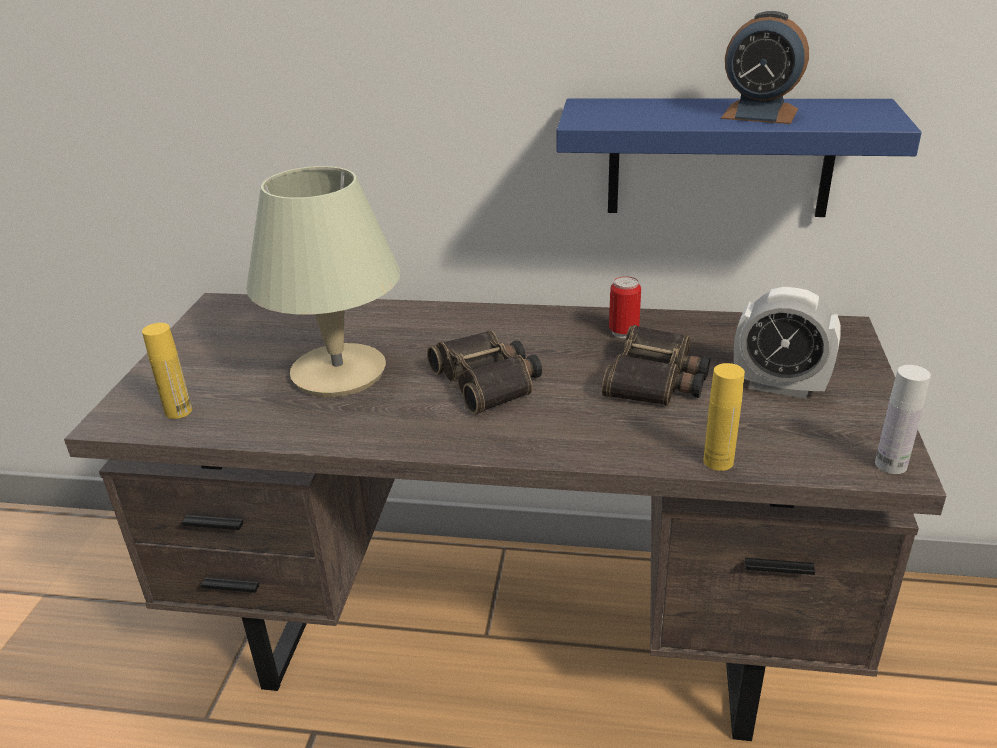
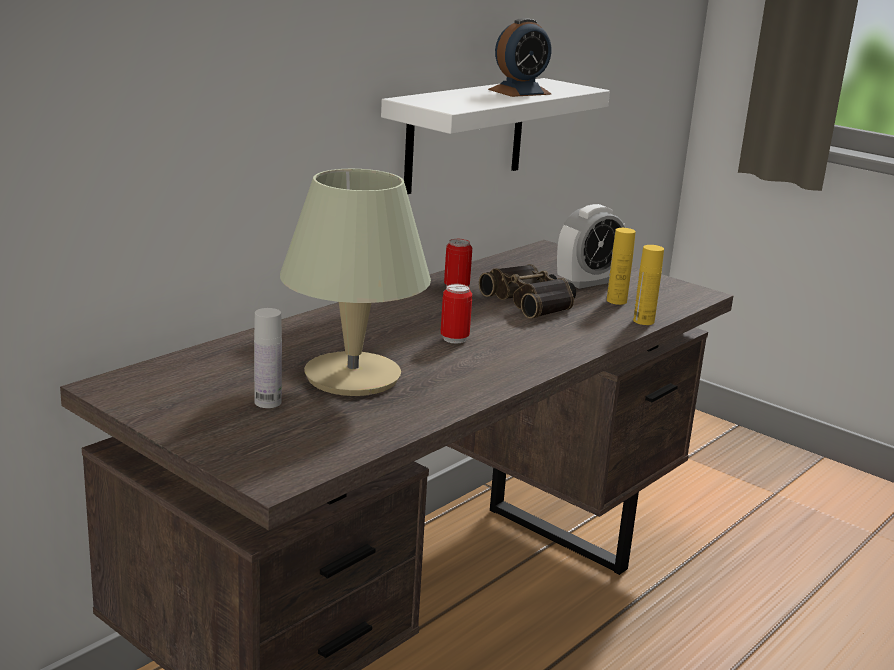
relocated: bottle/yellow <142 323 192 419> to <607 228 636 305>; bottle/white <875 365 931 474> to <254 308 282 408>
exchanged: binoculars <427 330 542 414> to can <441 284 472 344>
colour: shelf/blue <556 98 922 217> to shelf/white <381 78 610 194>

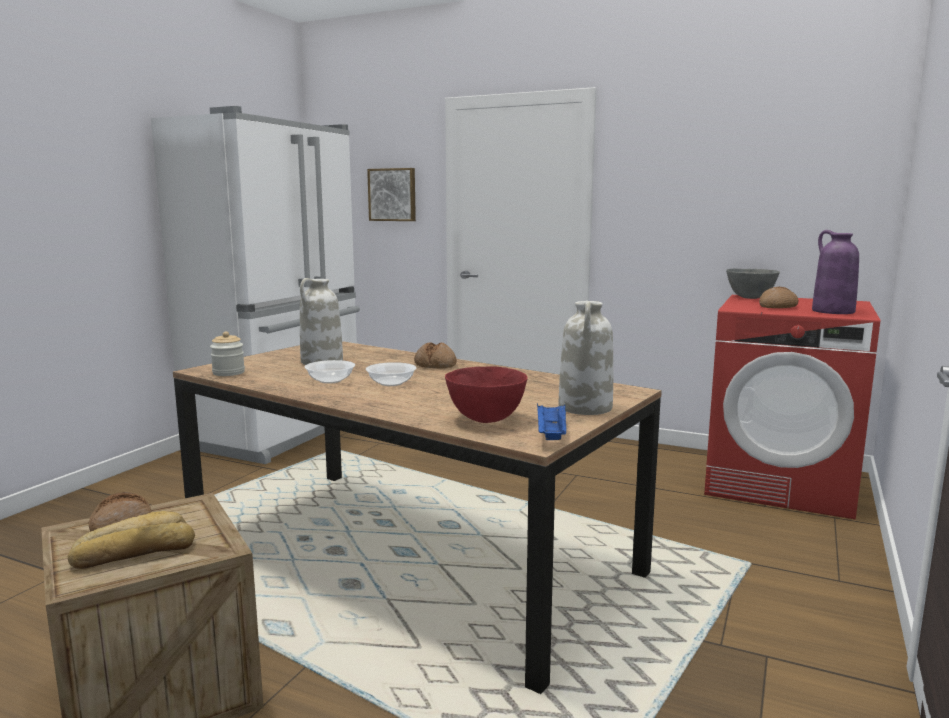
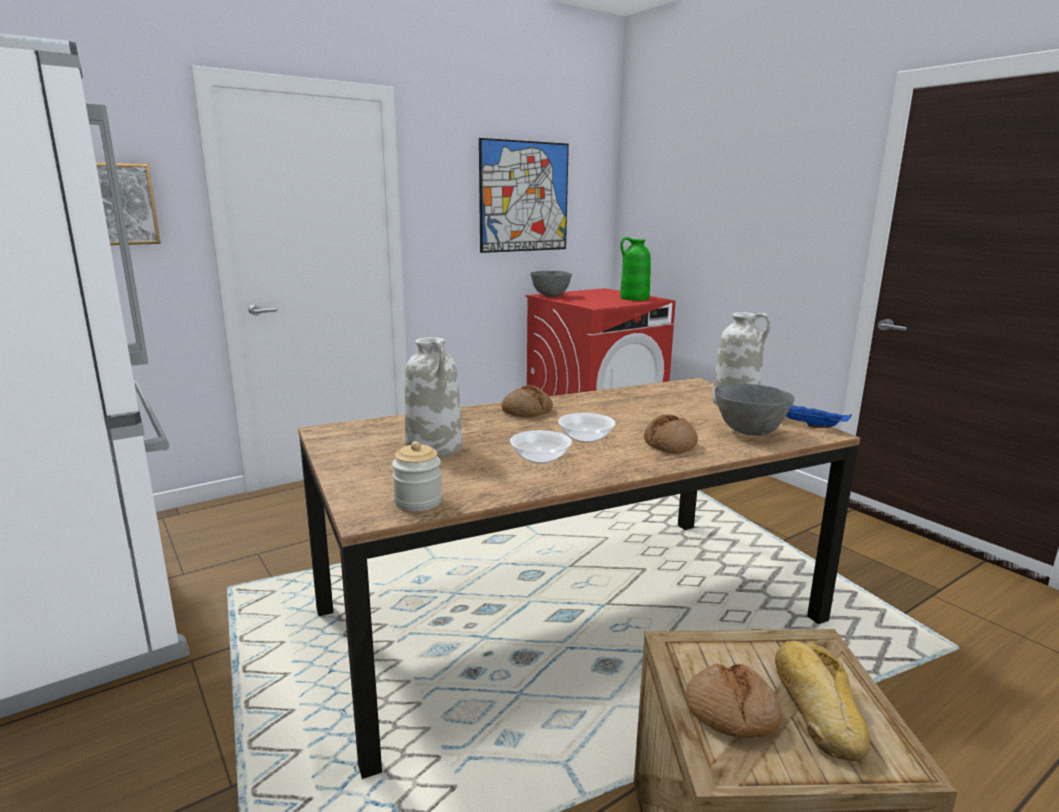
appeared: picture <479 138 569 253>
relocated: bread <759 287 798 308> to <644 414 698 454>
colour: vase/purple <812 230 859 314> to vase/green <620 237 650 301>; bowl/red <445 367 528 423> to bowl/grey <714 383 795 436>

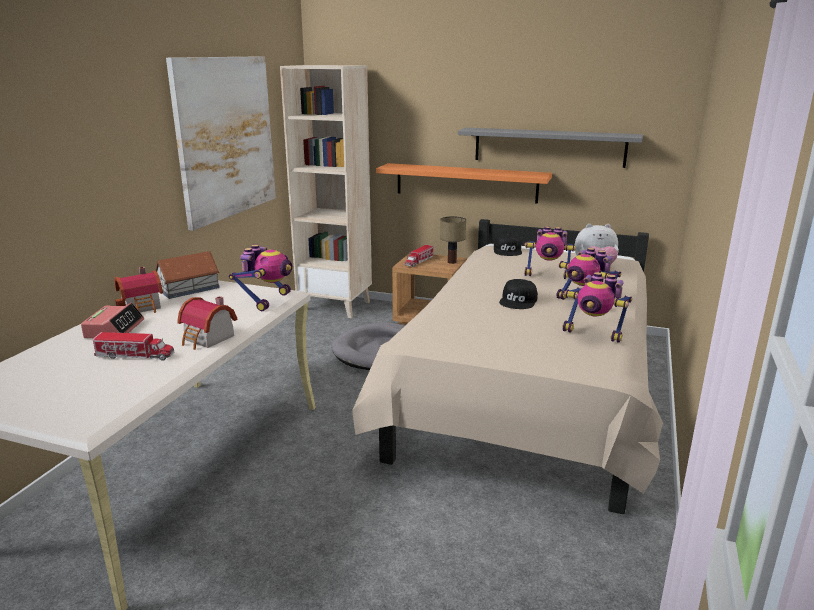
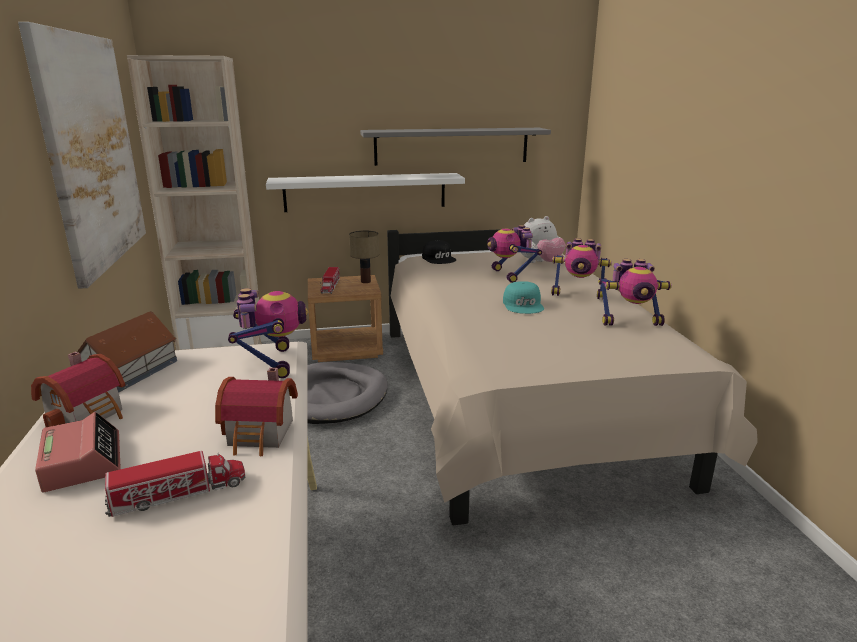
colour: shelf/orange <376 163 552 204> to shelf/white <266 173 465 212>; cap/black <499 279 538 309> to cap/turquoise <503 281 544 314>
spun: toy robot <524 226 576 279> = <487 225 542 283> 90 degrees clockwise

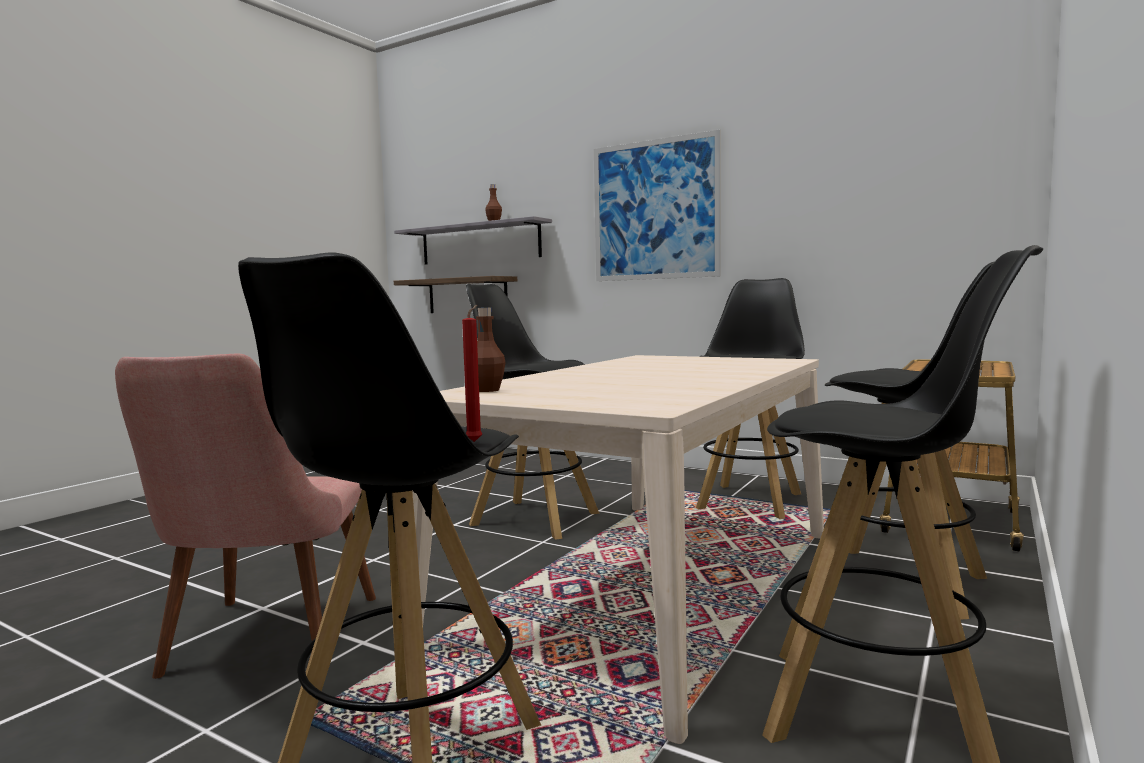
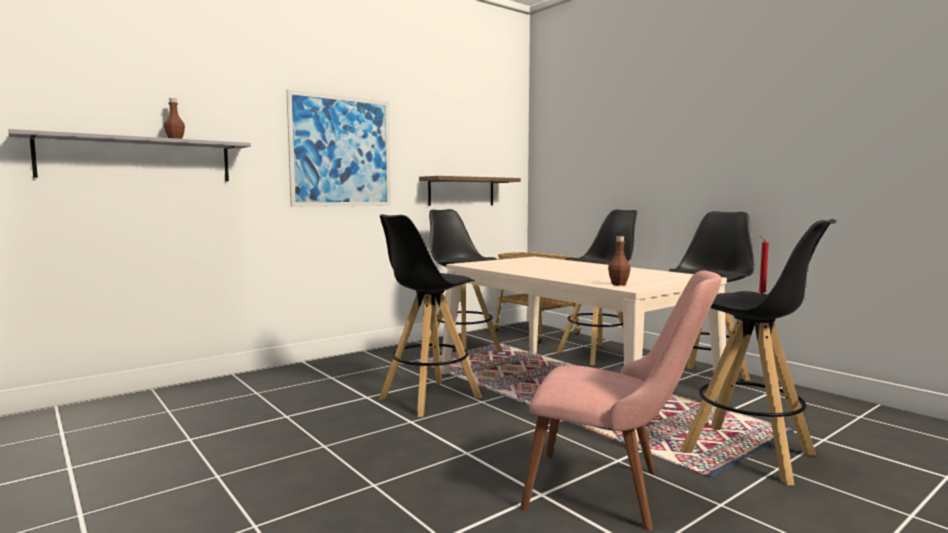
relocated: shelf <394 276 517 313> to <419 176 521 206>

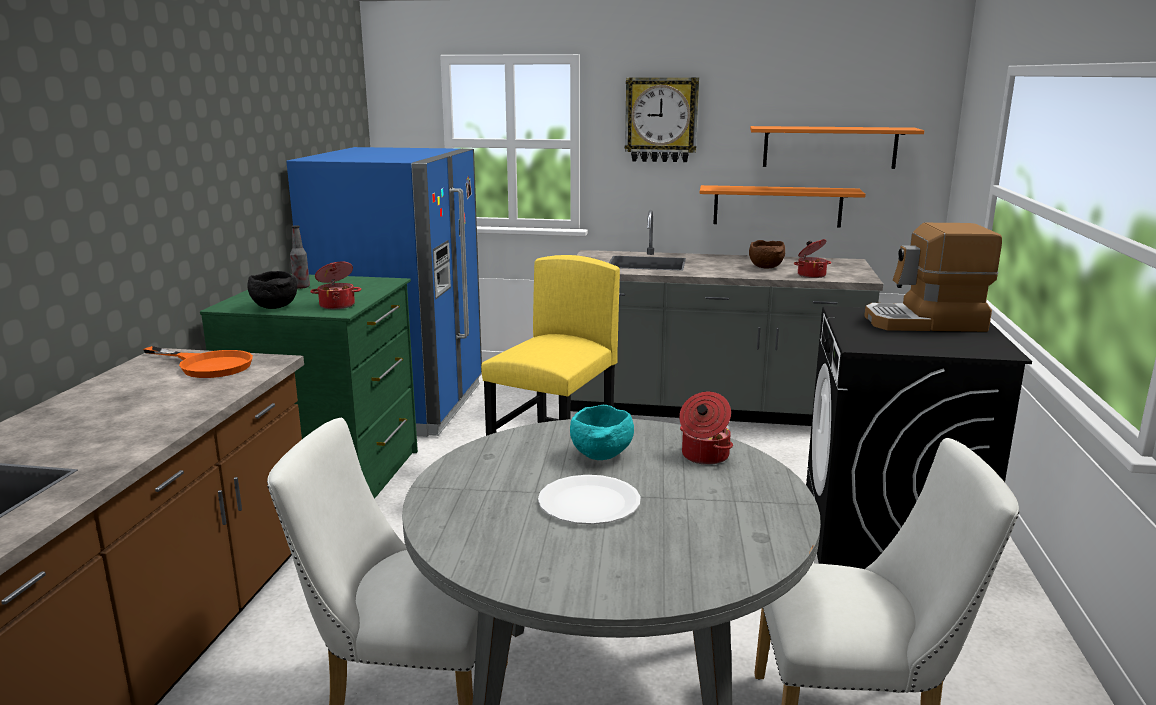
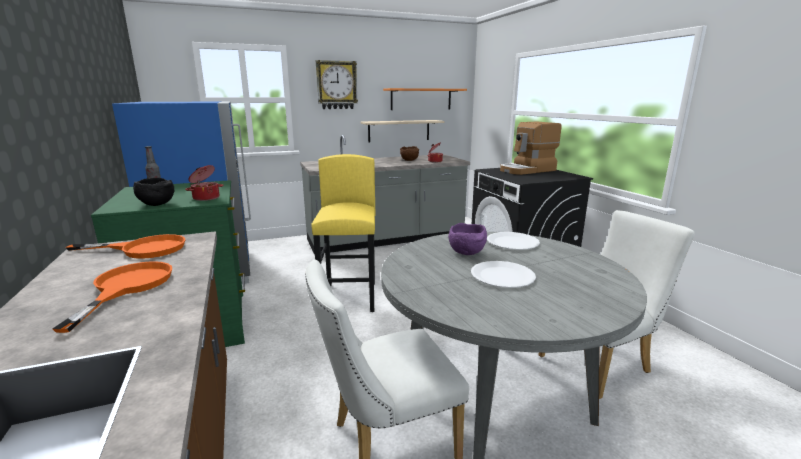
appeared: frying pan/orange <52 261 172 333>
exchanged: cooking pot <679 392 733 465> to plate/white <487 232 540 250>
colour: shelf/orange <700 185 866 228> to shelf/beige <361 120 444 142>; bowl/turquoise <570 405 634 460> to bowl/purple <448 223 487 255>

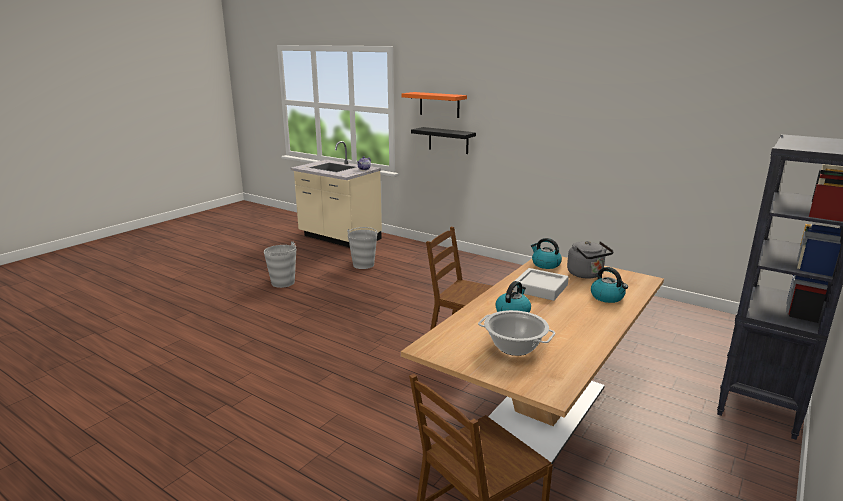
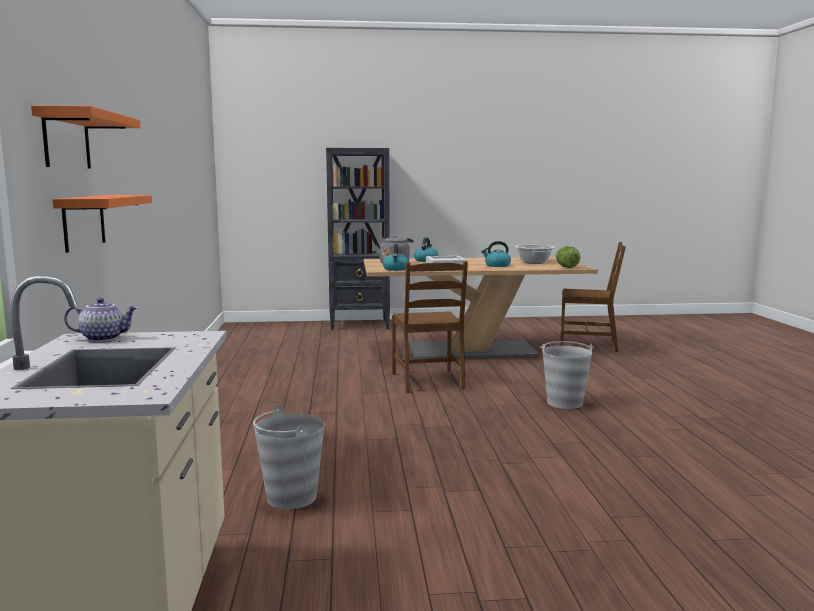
appeared: lettuce <556 246 580 268>
relocated: bucket/grey <264 241 296 288> to <540 341 594 409>
colour: shelf/black <411 127 476 154> to shelf/orange <52 195 152 253>

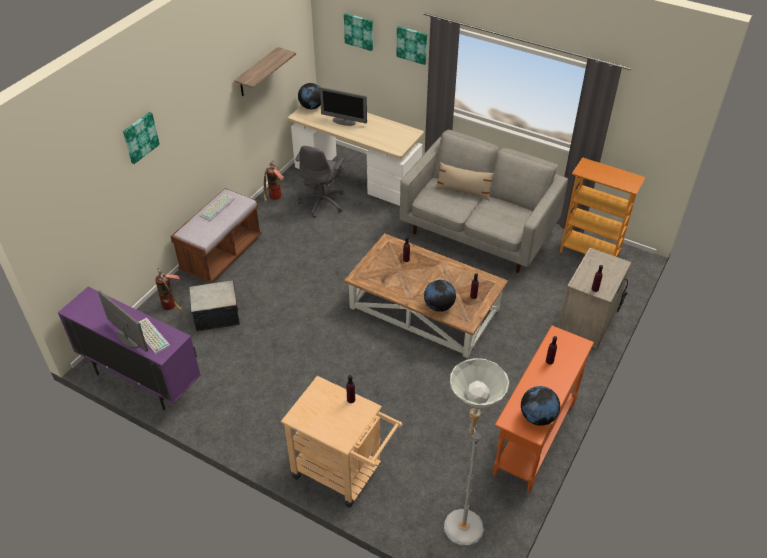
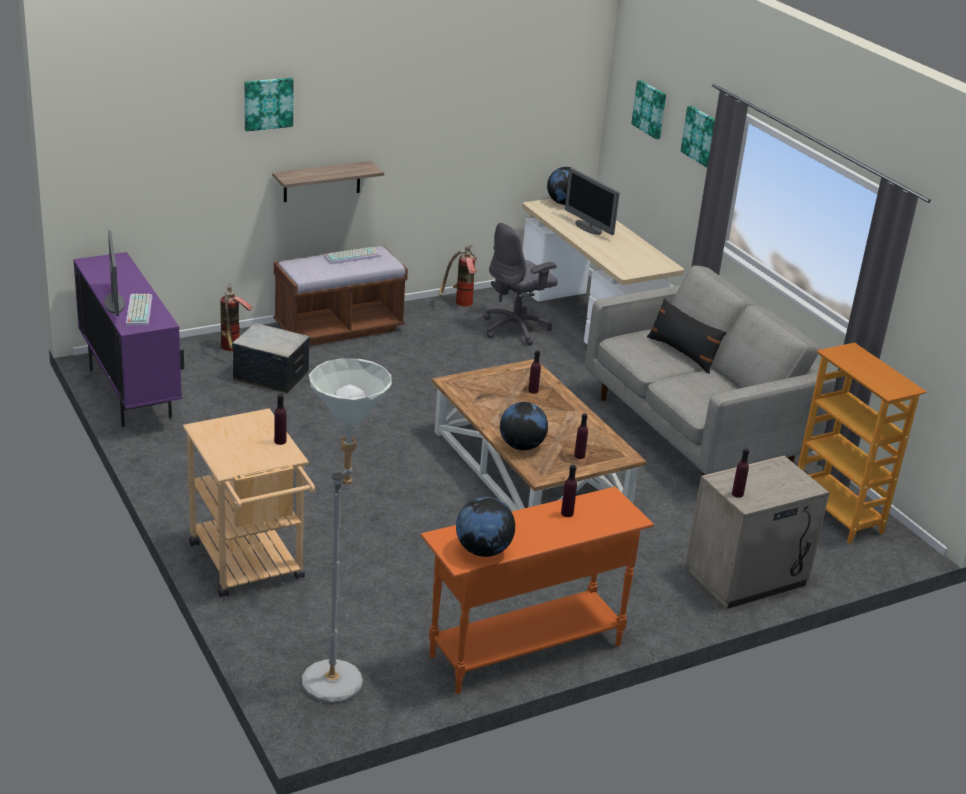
relocated: shelf <234 47 296 96> to <272 161 384 202>
colour: pillow/beige <435 162 495 201> to pillow/black <647 298 726 374>

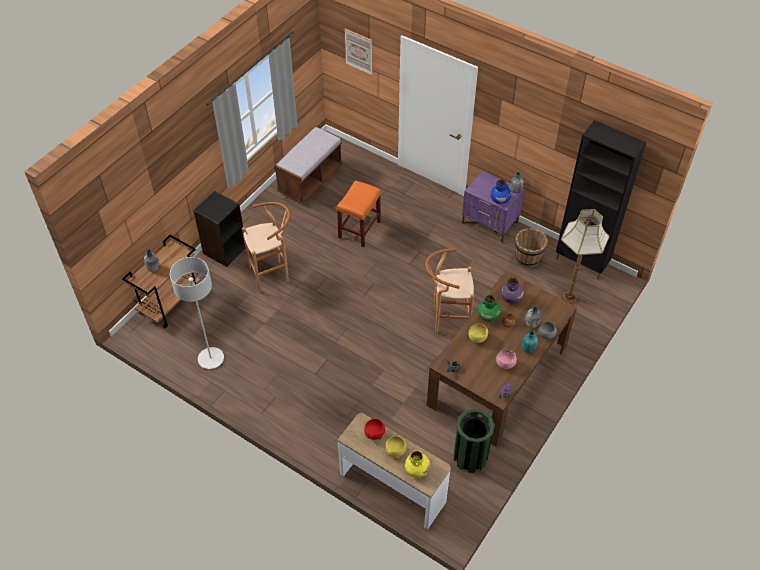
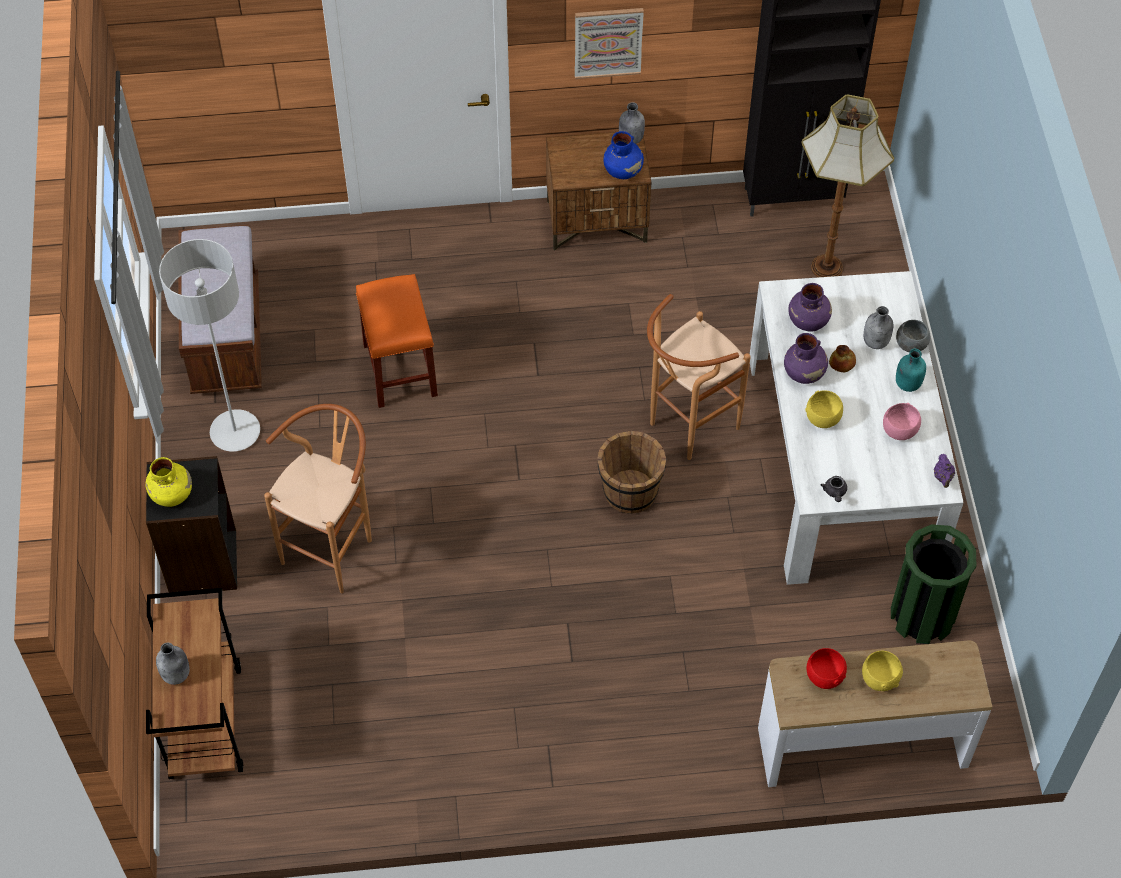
relocated: picture <344 29 372 75> to <575 8 644 79>; bucket/brown <515 228 548 268> to <597 431 666 514>; floor lamp/grey <170 257 224 369> to <159 239 260 452>; vase/yellow <405 450 430 478> to <146 457 192 507>
colour: nightstand/purple <462 171 524 243> to nightstand/brown <546 132 651 251>; dining table/brown <427 271 577 447> to dining table/white <750 271 964 585>; vase/green <478 295 501 322> to vase/purple <784 333 828 384>

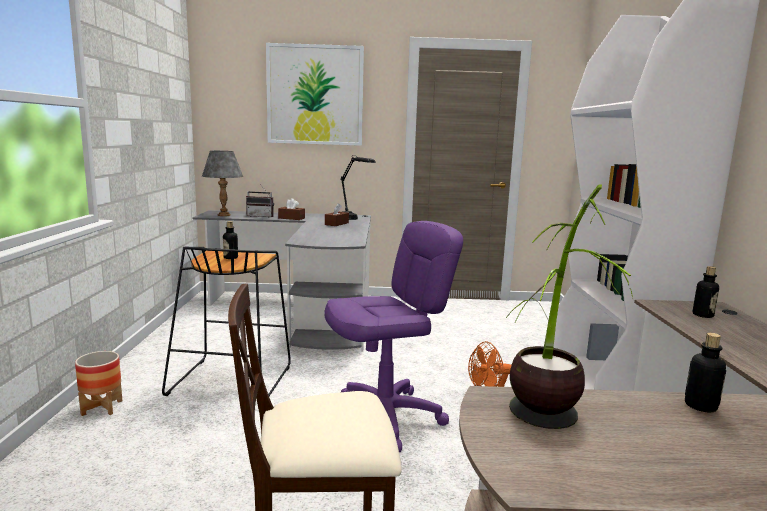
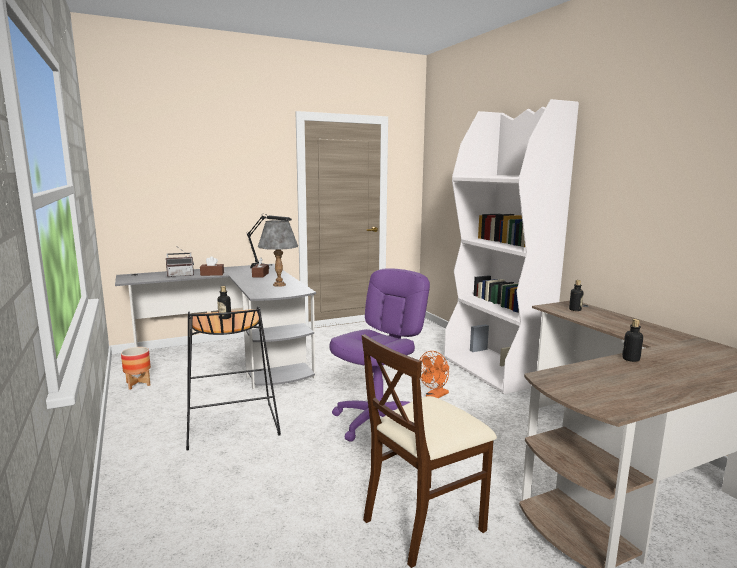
missing: picture <266 43 364 146>; potted plant <506 184 634 429>
relocated: table lamp/grey <202 151 243 216> to <258 220 298 287>; planter <75 351 122 416> to <121 347 151 390>

